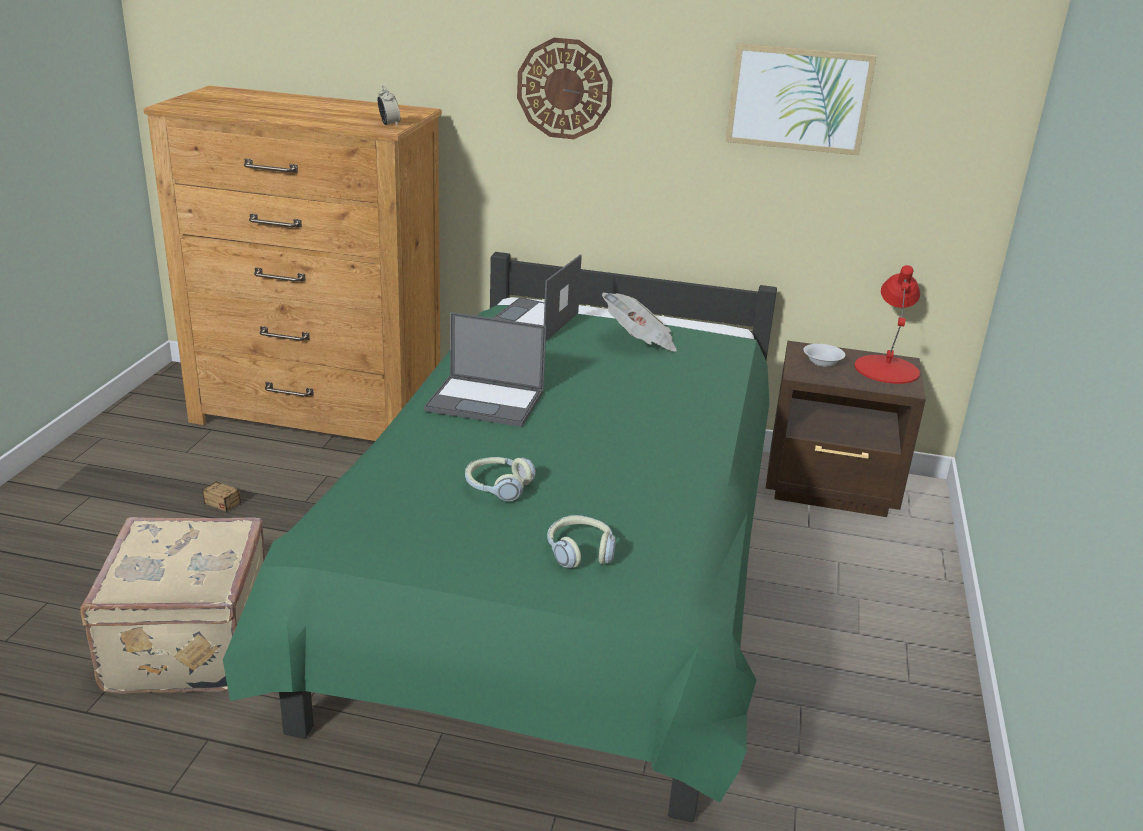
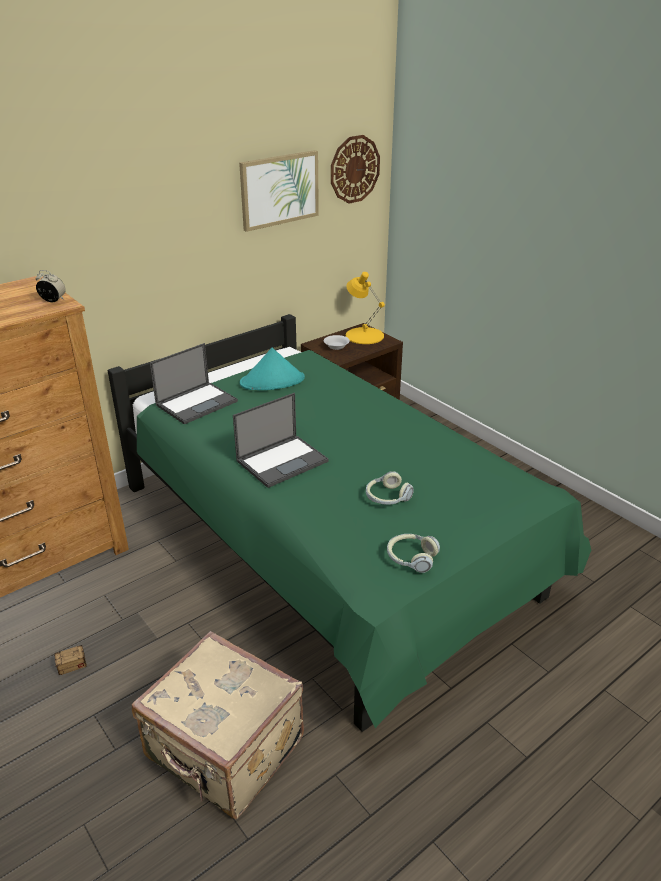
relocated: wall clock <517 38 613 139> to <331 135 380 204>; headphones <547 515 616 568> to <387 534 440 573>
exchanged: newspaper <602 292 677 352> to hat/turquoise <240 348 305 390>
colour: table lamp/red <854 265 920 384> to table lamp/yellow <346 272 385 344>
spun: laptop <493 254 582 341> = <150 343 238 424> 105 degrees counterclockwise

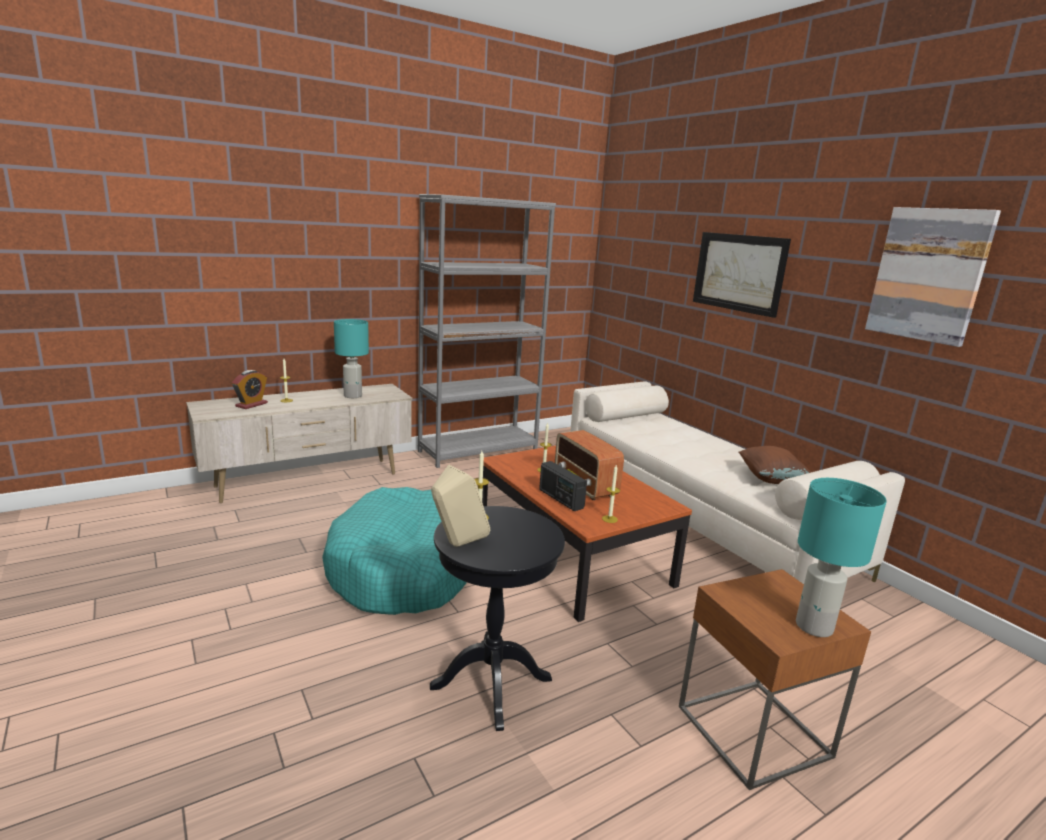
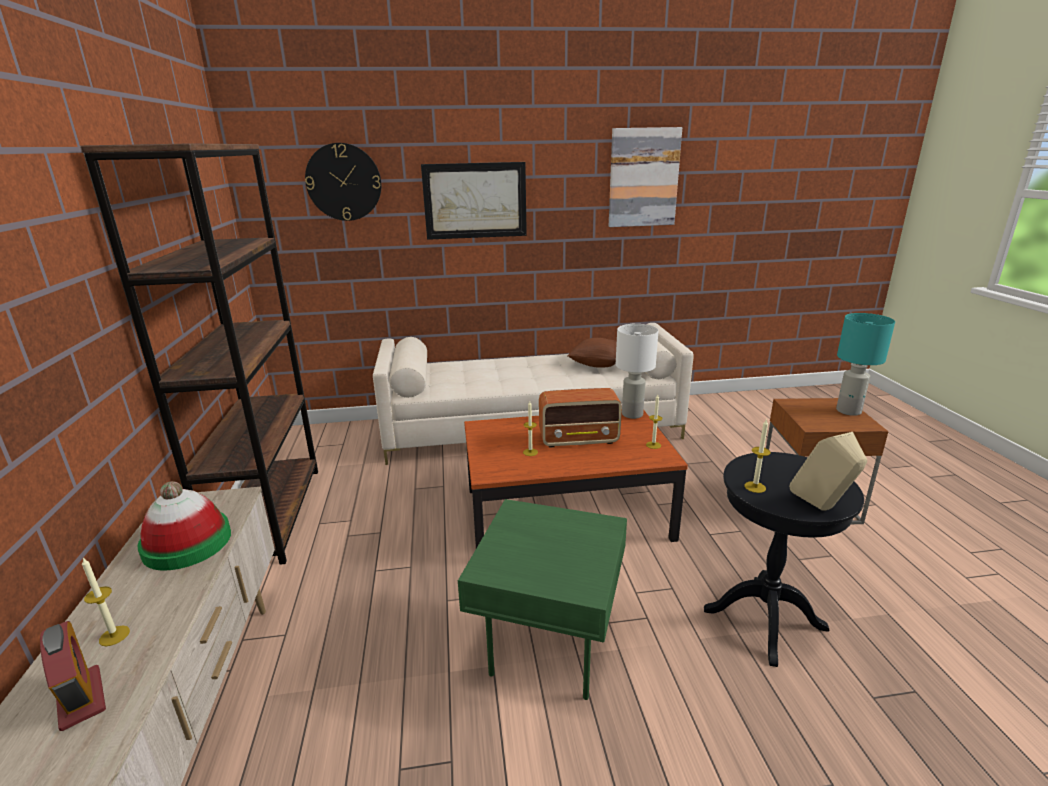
missing: radio <539 461 587 511>
appeared: wall clock <305 143 381 221>; table lamp/white <616 324 659 419>
exchanged: table lamp/turquoise <334 319 369 398> to hat <137 481 231 571>; dog bed/turquoise <322 487 467 615> to side table/green <458 499 627 700>
colour: bookcase/grey <418 194 556 468> to bookcase/brown <80 143 318 565>

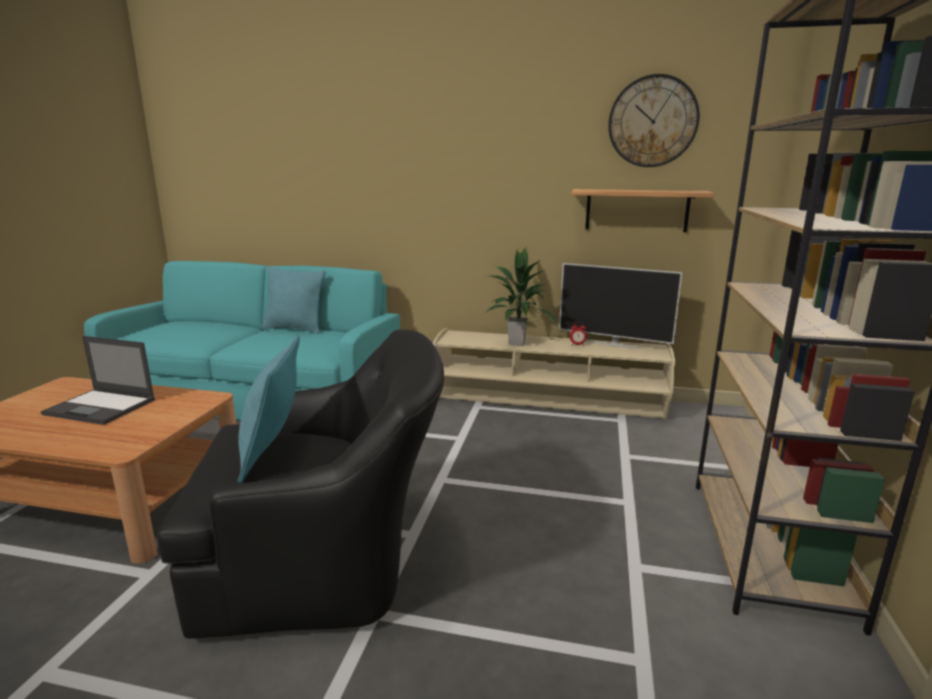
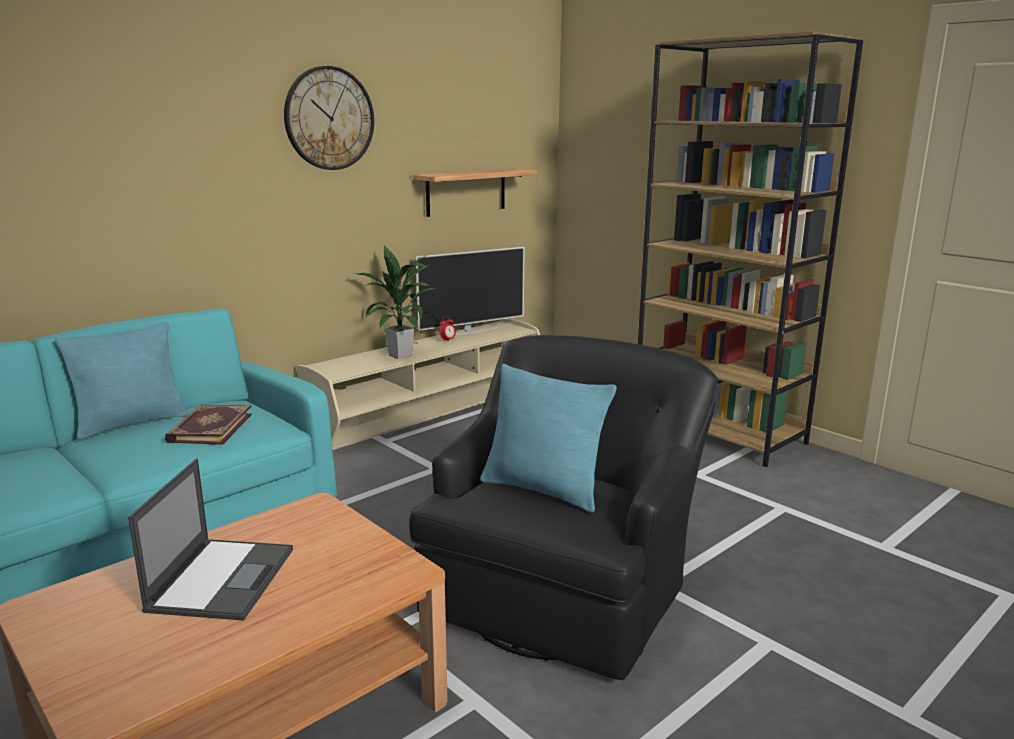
appeared: book <165 404 252 445>
relocated: wall clock <608 74 700 167> to <284 66 374 170>
spun: laptop <41 336 155 425> = <128 458 293 621> 45 degrees counterclockwise

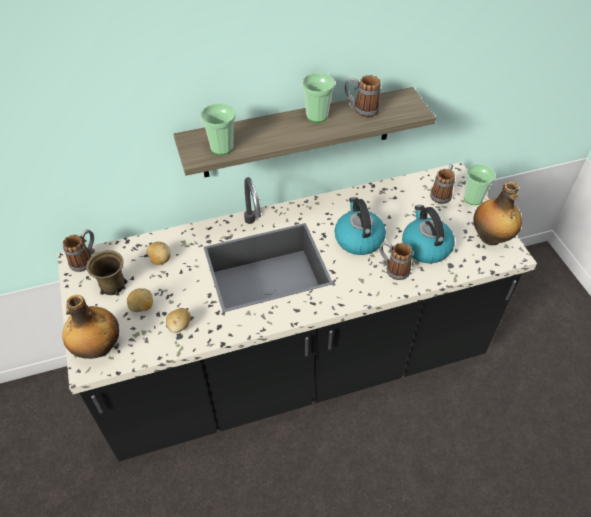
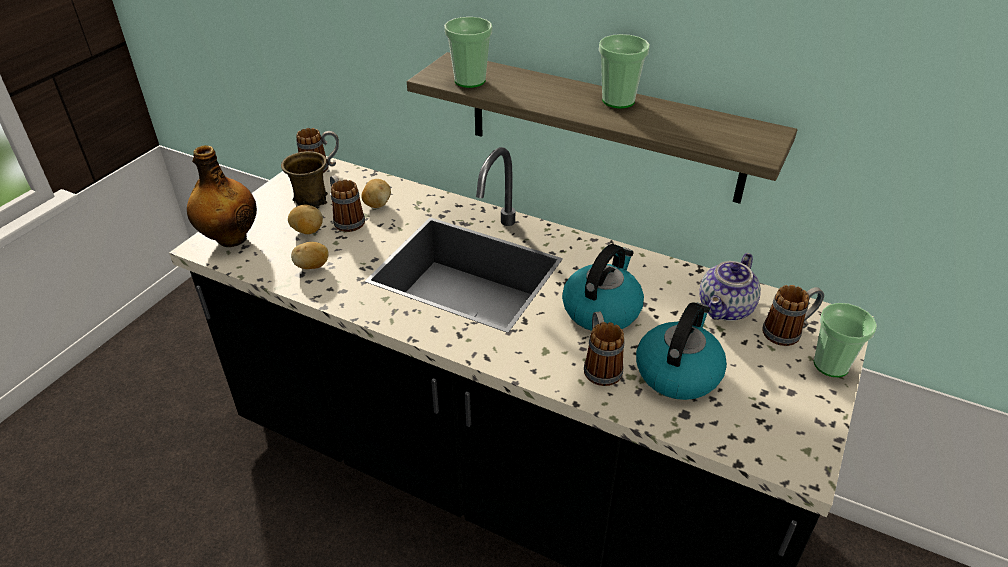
missing: bottle <473 182 522 245>
appeared: teapot <699 253 761 321>
relocated: mug <345 75 381 117> to <330 175 365 232>

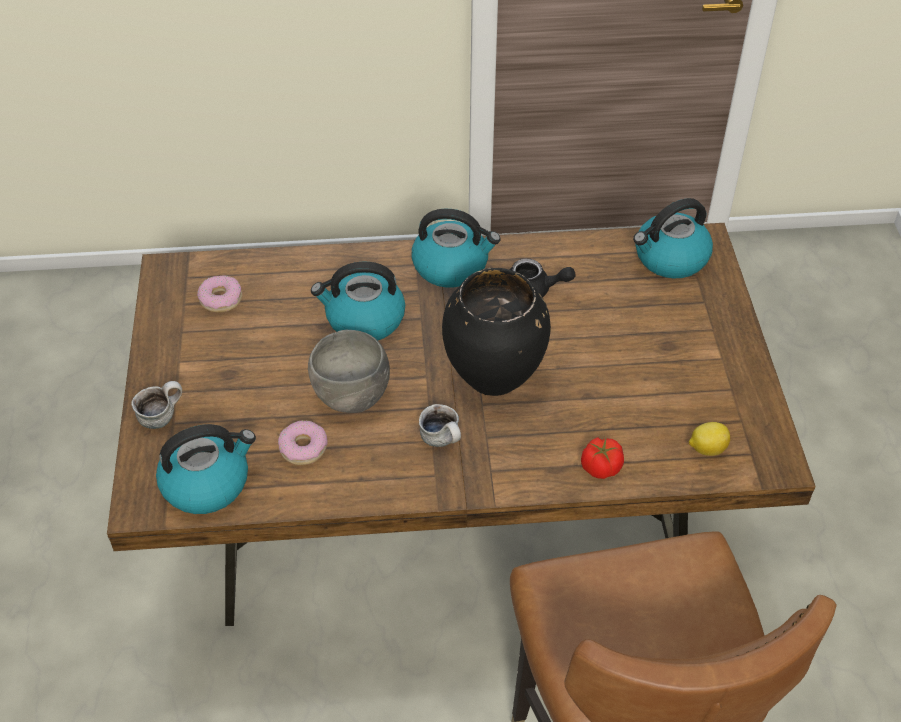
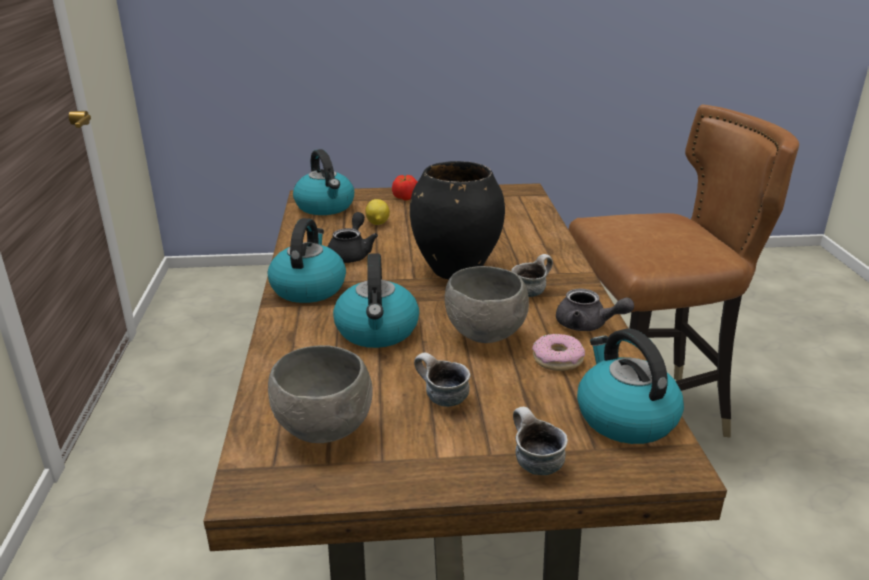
appeared: teapot/grey <556 289 634 331>; mug <414 353 470 407>
relocated: lemon <689 422 730 456> to <365 199 390 225>; tomato <581 437 624 479> to <392 175 418 201>
exchanged: donut <197 275 242 312> to bowl/grey <268 345 373 443>

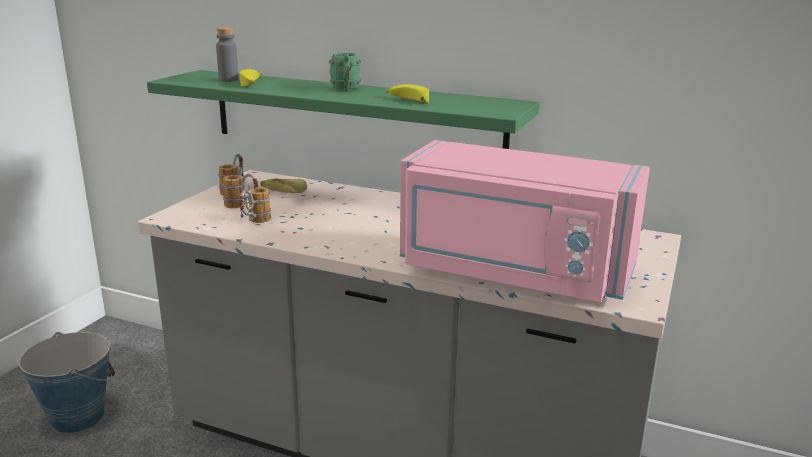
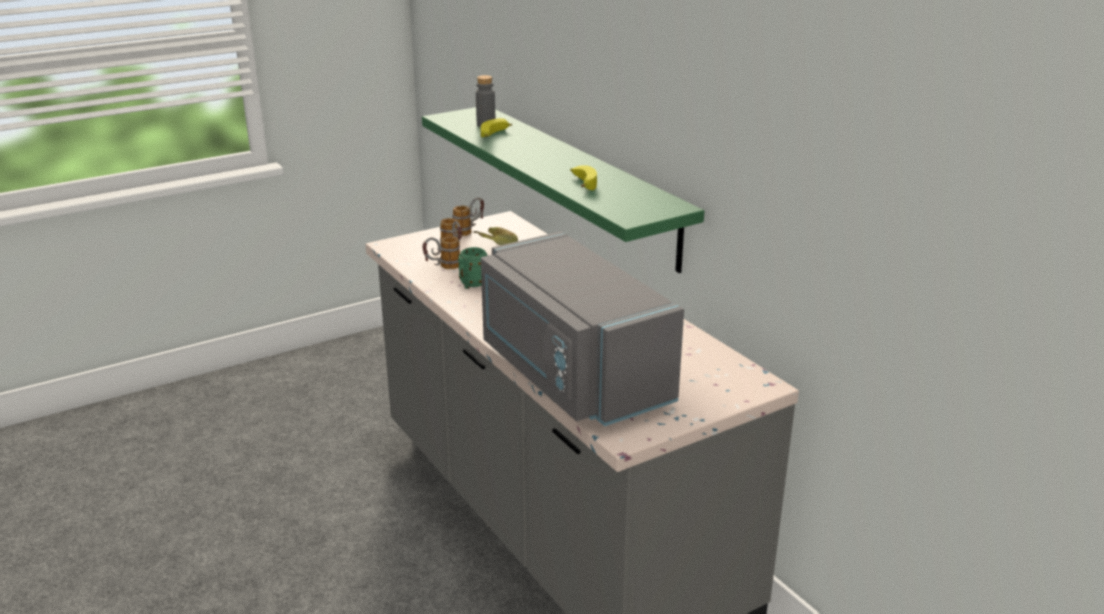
missing: bucket <19 332 115 434>
relocated: mug/green <329 53 361 91> to <457 247 488 289>
colour: microwave/pink <400 140 650 302> to microwave/grey <481 231 684 426>

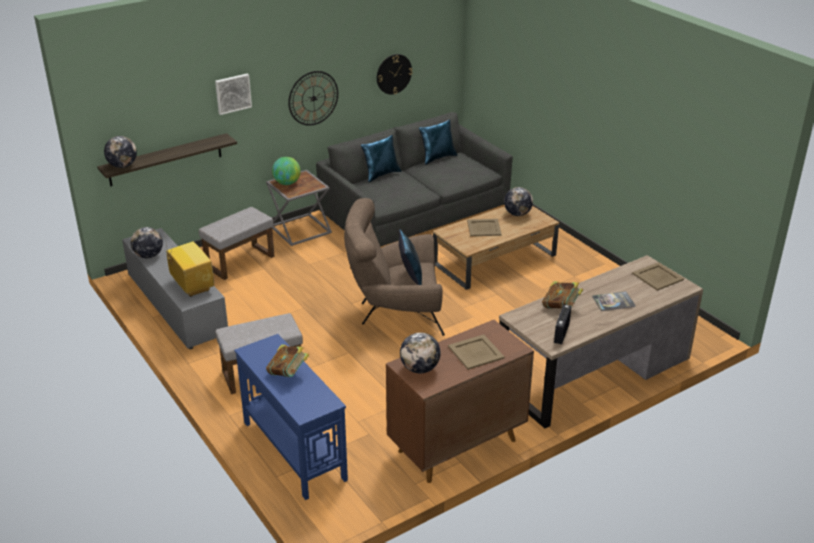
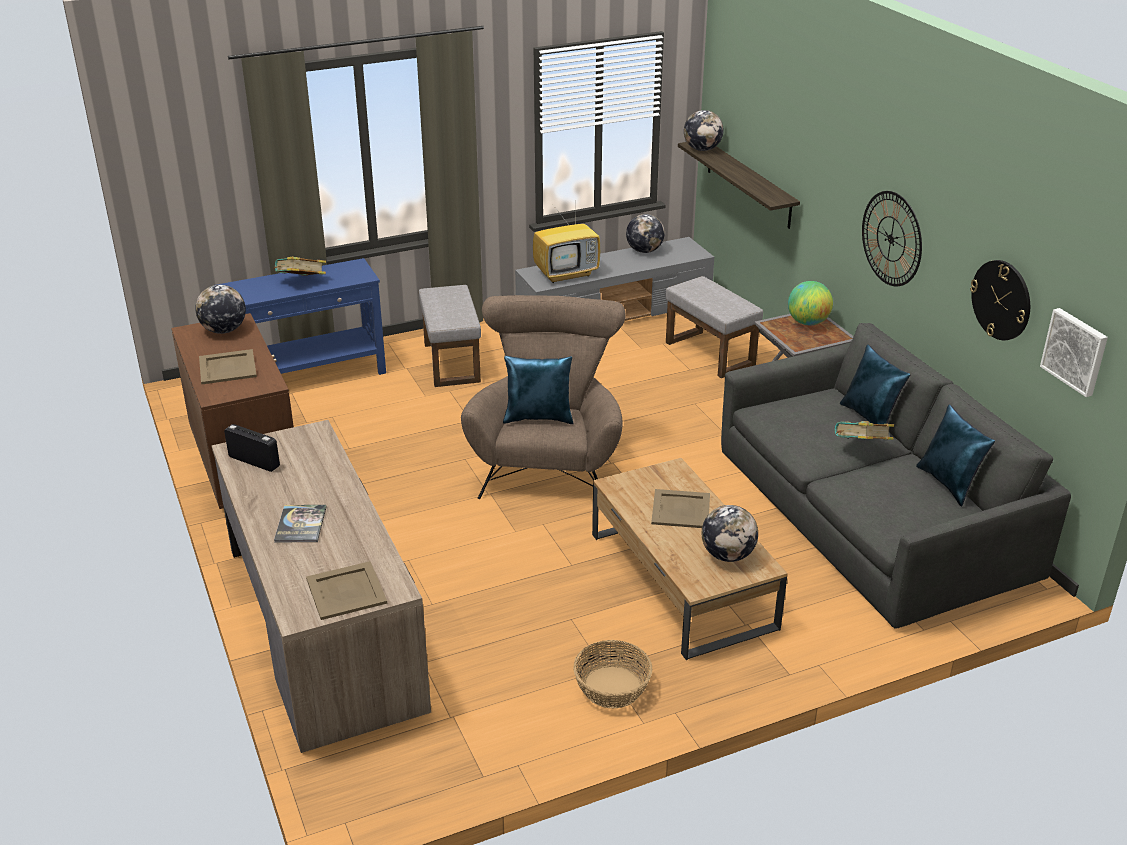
appeared: basket <573 640 652 708>
relocated: picture <215 74 252 115> to <1040 308 1108 397>; book <542 281 583 309> to <834 421 894 440>

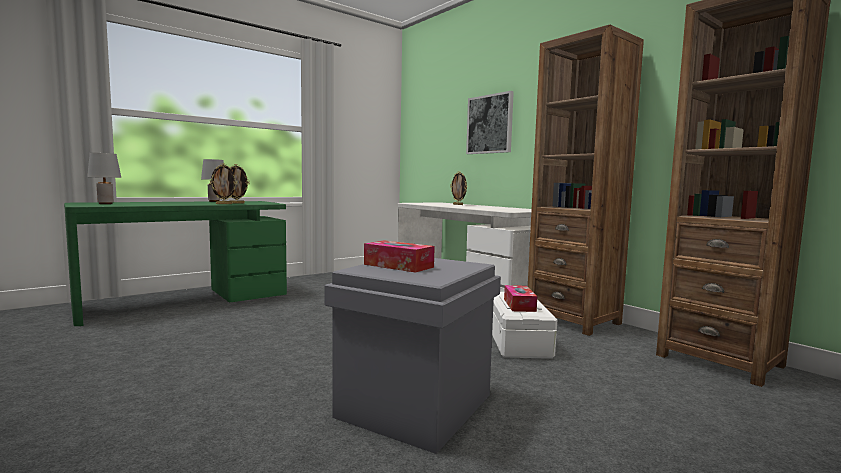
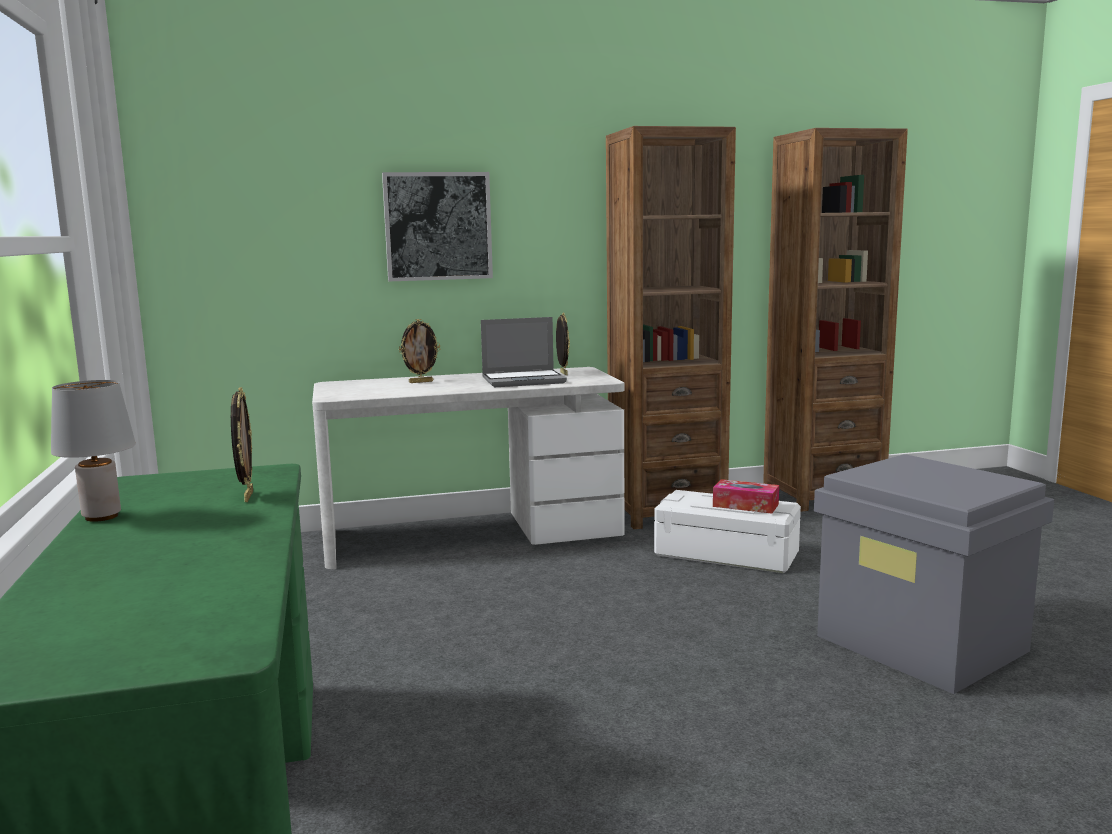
missing: table lamp/grey <87 153 121 204>; tissue box <364 240 435 273>
appeared: laptop <481 317 567 387>
relocated: picture frame <210 164 238 204> to <556 313 570 375>

